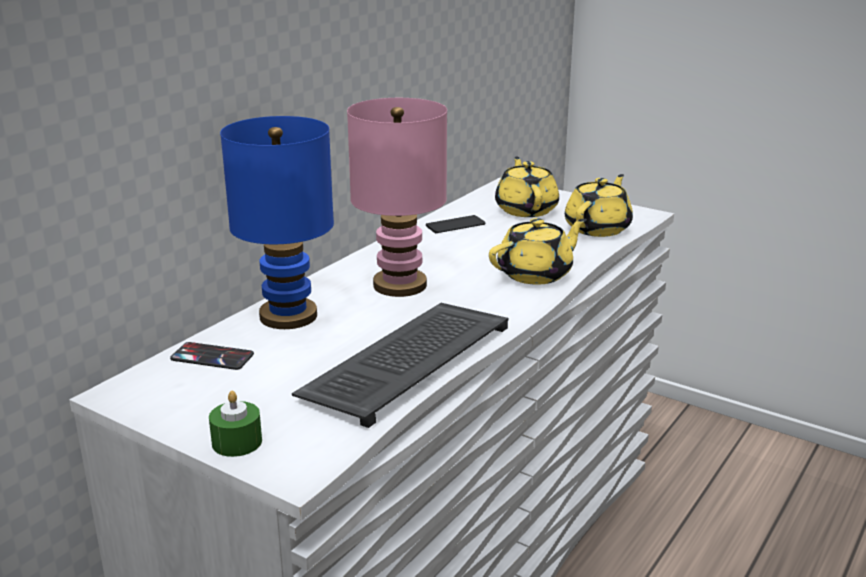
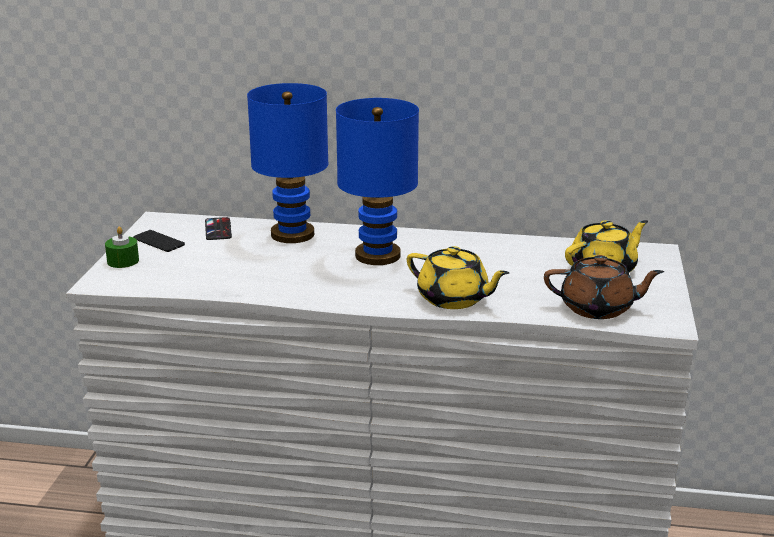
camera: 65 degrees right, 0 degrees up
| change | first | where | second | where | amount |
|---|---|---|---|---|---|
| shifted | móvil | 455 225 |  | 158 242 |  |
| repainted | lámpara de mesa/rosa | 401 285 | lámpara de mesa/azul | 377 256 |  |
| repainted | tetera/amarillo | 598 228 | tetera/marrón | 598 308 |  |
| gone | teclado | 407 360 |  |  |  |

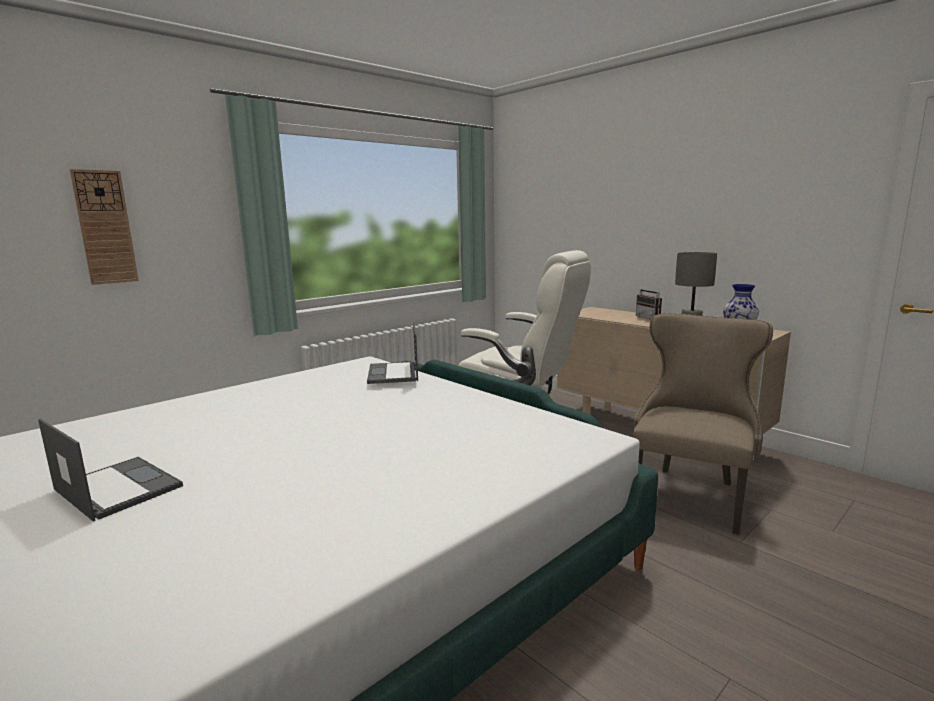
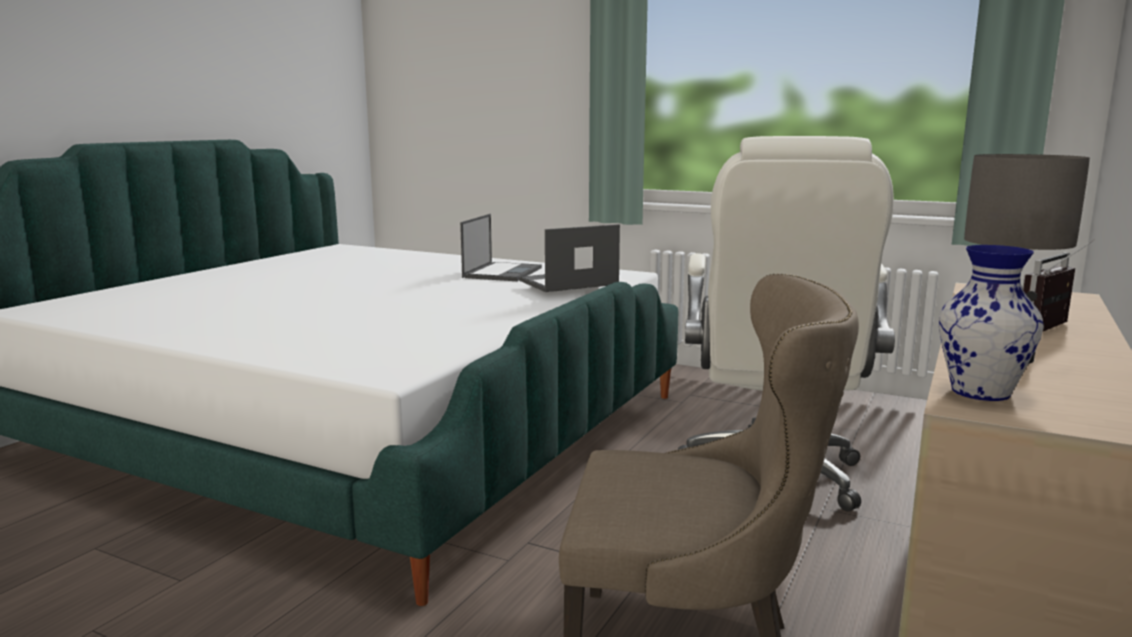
camera: 70 degrees right, 0 degrees up
| change | first | where | second | where | amount |
|---|---|---|---|---|---|
| shifted | portátil | 117 488 |  | 502 272 |  |
| gone | reloj de pared | 105 227 |  |  |  |

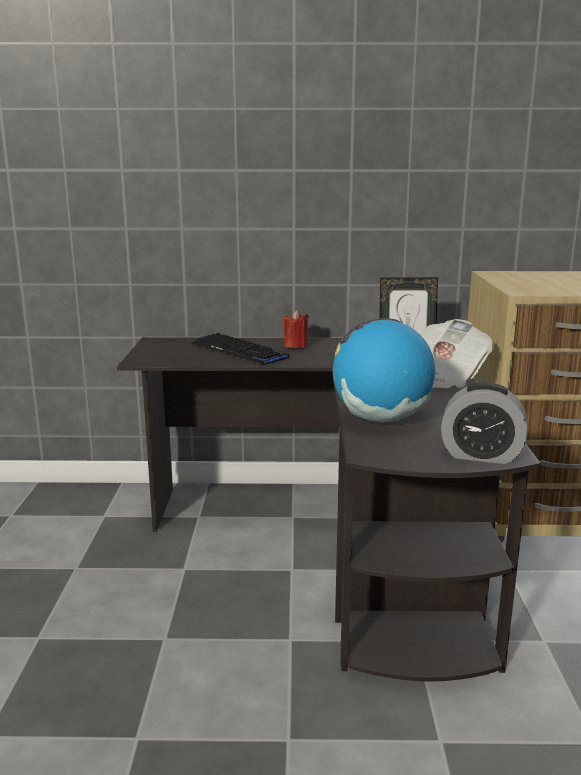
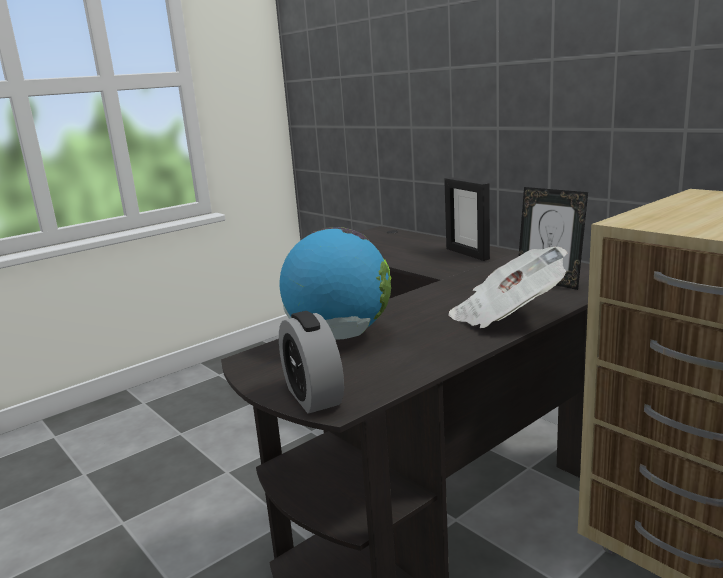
camera: 50 degrees right, 0 degrees up
| change | first | where | second | where | amount |
|---|---|---|---|---|---|
| swapped | vela/rojo | 296 346 | portarretratos | 468 253 |  |
| gone | teclado | 239 351 |  |  |  |

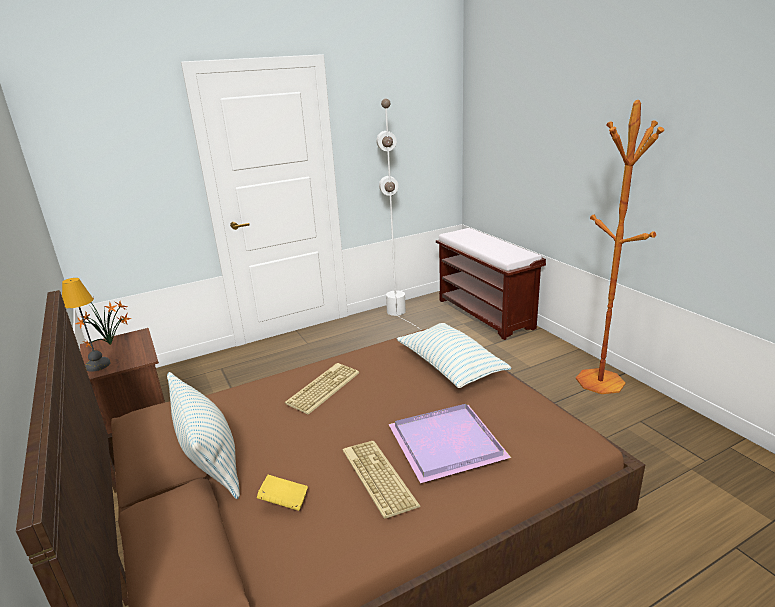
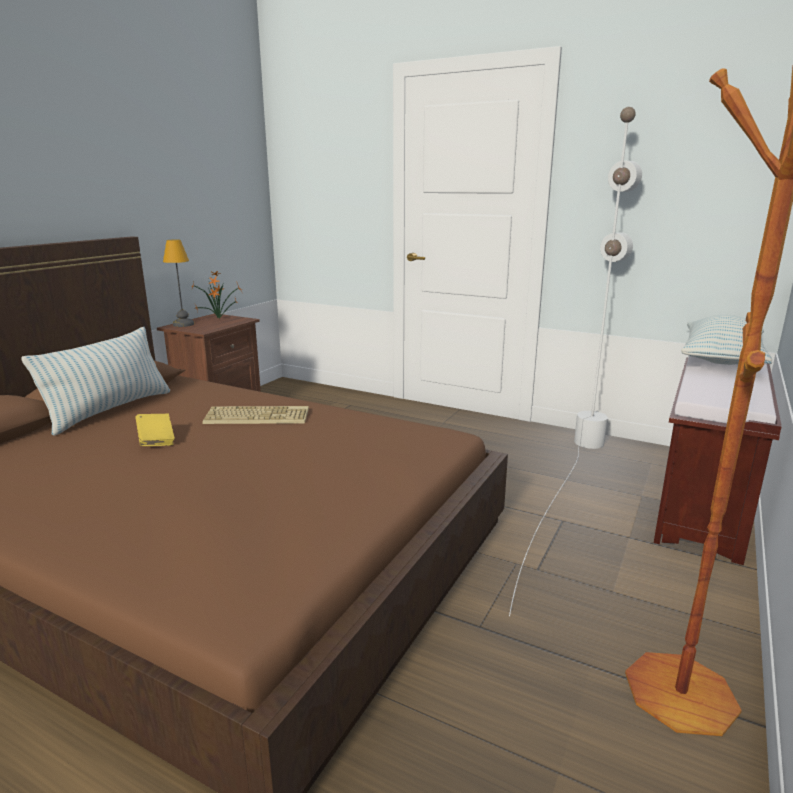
camera: 55 degrees right, 5 degrees down
| change | first | where | second | where | amount |
|---|---|---|---|---|---|
| shifted | libro/amarillo | 284 502 |  | 156 440 |  |
| shifted | cojín | 450 366 |  | 721 359 |  |
| gone | teclado | 376 478 |  |  |  |
| gone | bandeja/morado | 449 444 |  |  |  |

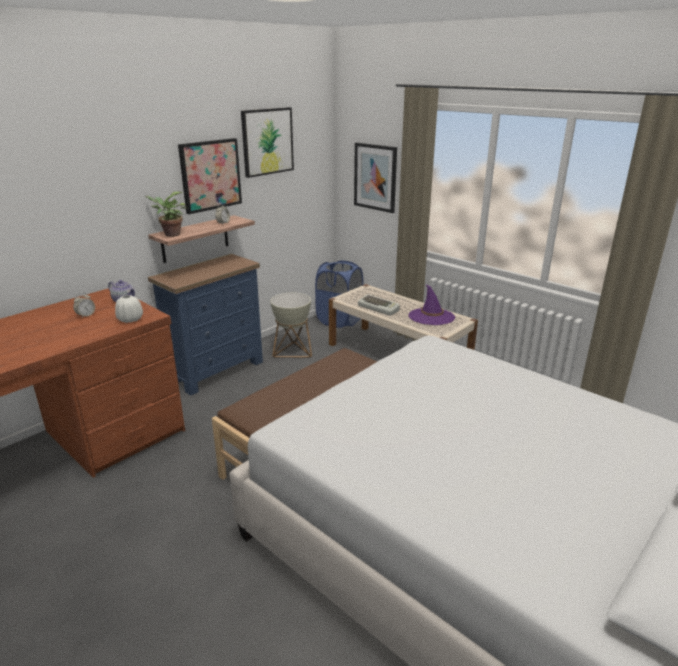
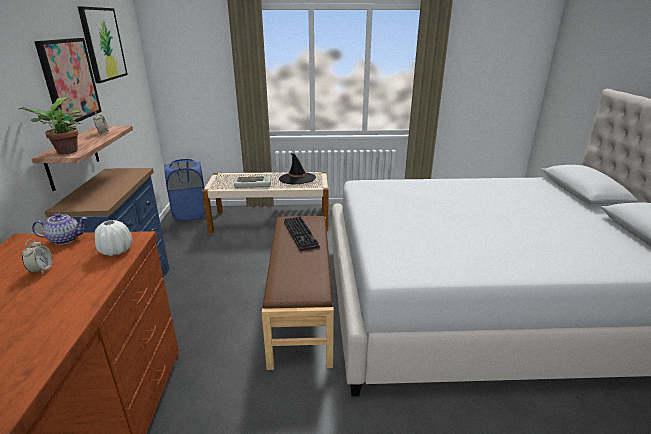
camera: 45 degrees left, 0 degrees up
| change | first | where | second | where | amount |
|---|---|---|---|---|---|
| repainted | sombrero/morado | 431 317 | sombrero/negro | 297 178 |  |
| new |  |  | teclado | 302 234 |  |
| gone | maceta | 293 352 |  |  |  |
| gone | cuadro | 375 177 |  |  |  |

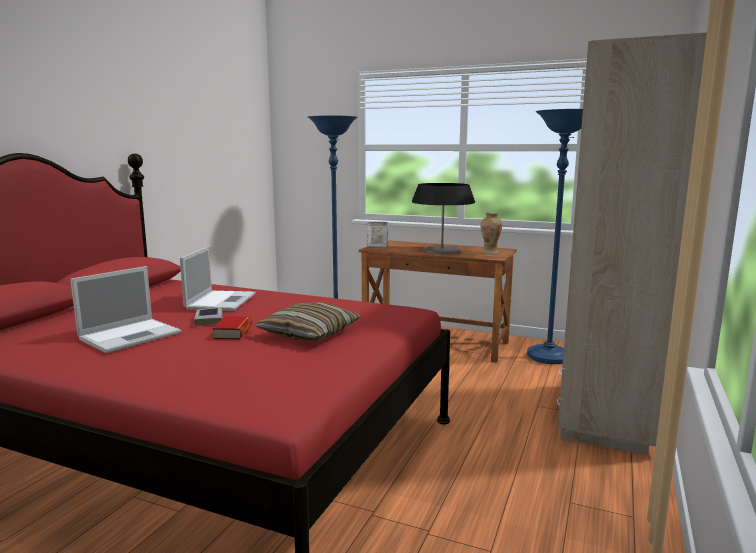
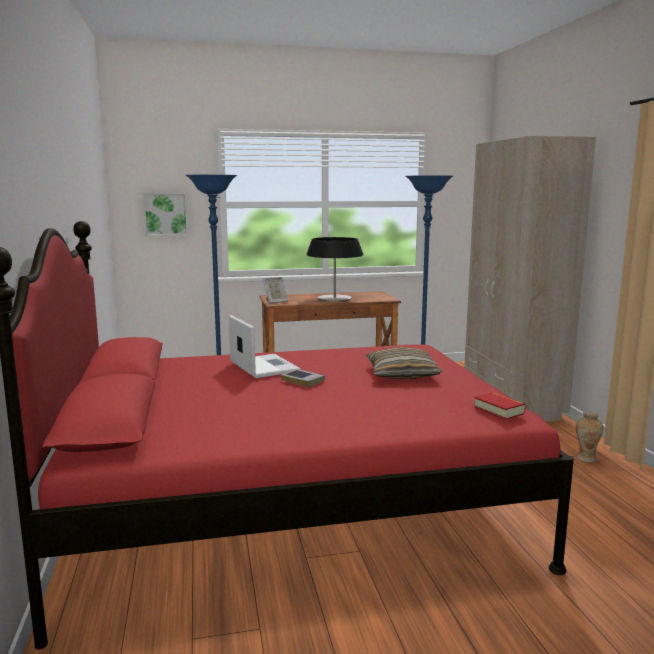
camera: 35 degrees left, 0 degrees up
| change | first | where | second | where | amount |
|---|---|---|---|---|---|
| new |  |  | cuadro | 165 214 |  |
| shifted | libro | 233 332 |  | 498 410 |  |
| shifted | florero | 490 253 |  | 586 458 |  |
| gone | portátil | 132 335 |  |  |  |

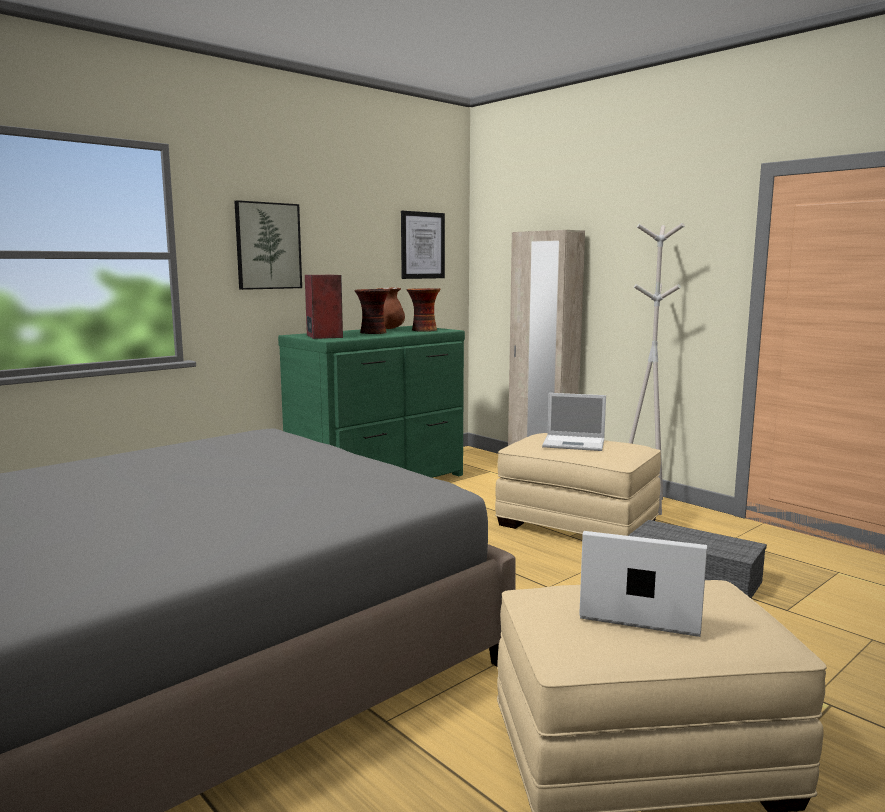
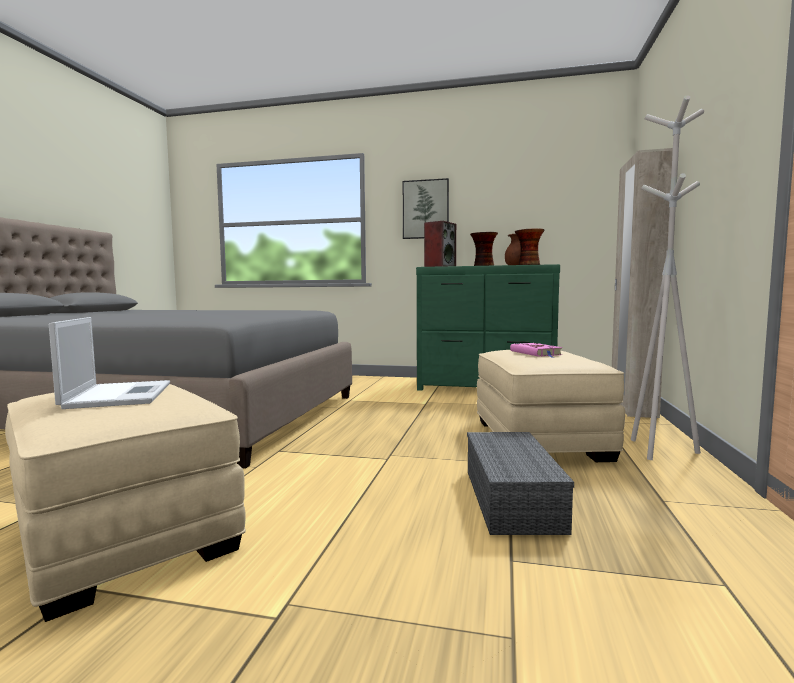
camera: 55 degrees right, 5 degrees down
| change | first | where | second | where | amount |
|---|---|---|---|---|---|
| swapped | portátil | 575 443 | libro/rosa | 536 353 |  |
| gone | cuadro | 422 245 |  |  |  |

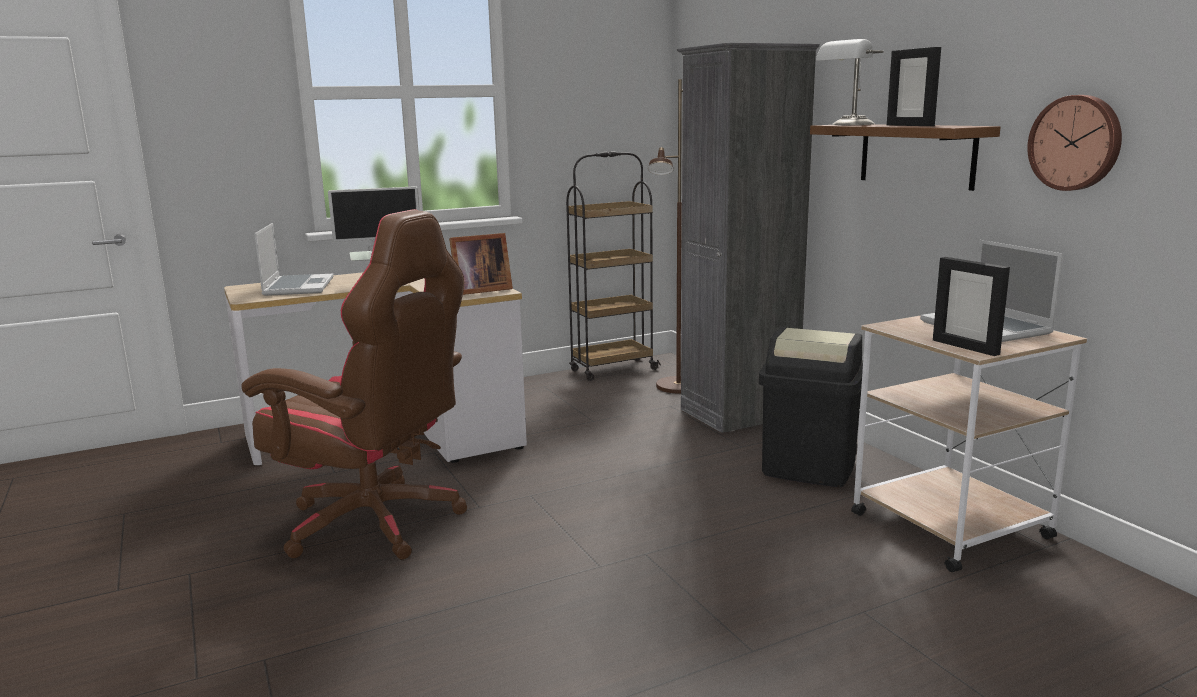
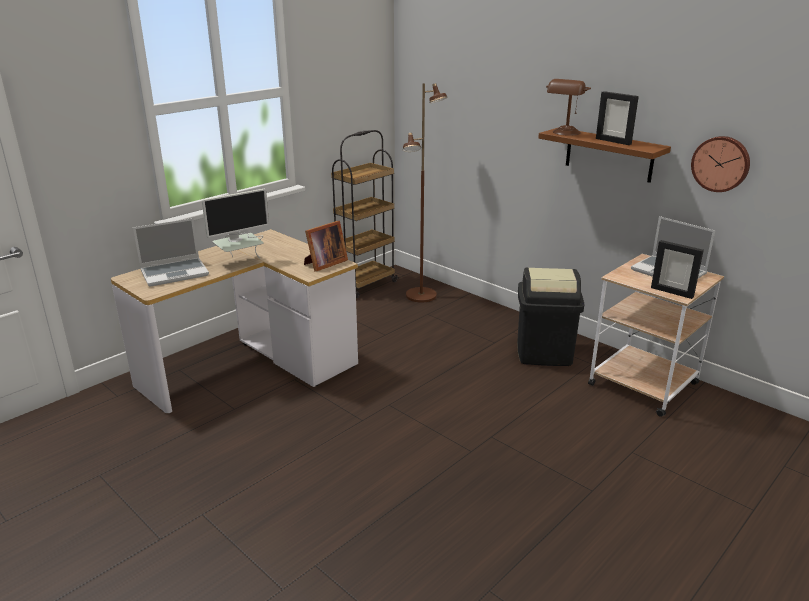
camera: 20 degrees left, 10 degrees up
| change | first | where | second | where | amount |
|---|---|---|---|---|---|
| rotated | portátil | 297 287 |  | 175 273 | 90 degrees clockwise |
| repainted | lámpara de mesa/blanco | 848 124 | lámpara de mesa/marrón | 565 133 |  |
| gone | silla de oficina/marrón | 372 522 |  |  |  |
| gone | armario/gris | 738 413 |  |  |  |

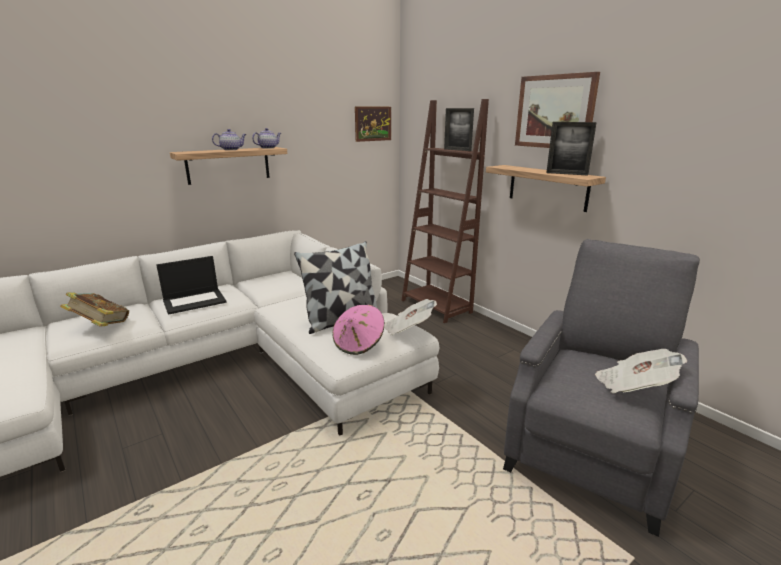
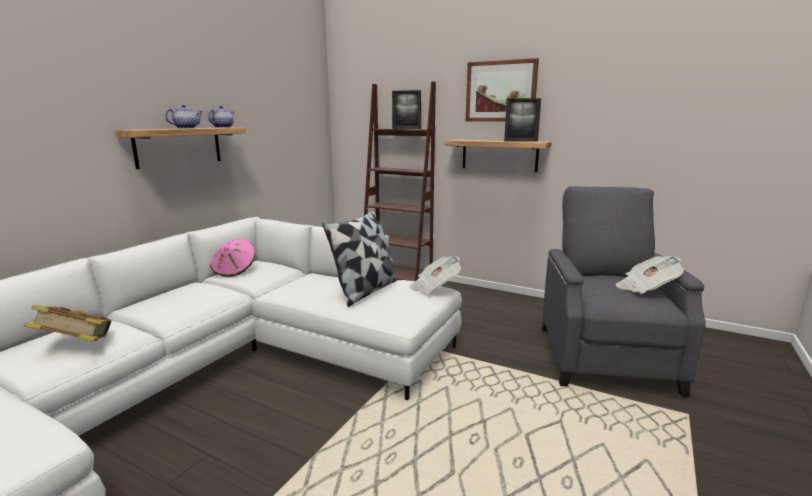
camera: 25 degrees left, 5 degrees down
| change | first | where | second | where | amount |
|---|---|---|---|---|---|
| shifted | sombrero/rosa | 359 344 |  | 234 271 |  |
| gone | portátil | 195 301 |  |  |  |
| gone | cuadro | 373 123 |  |  |  |

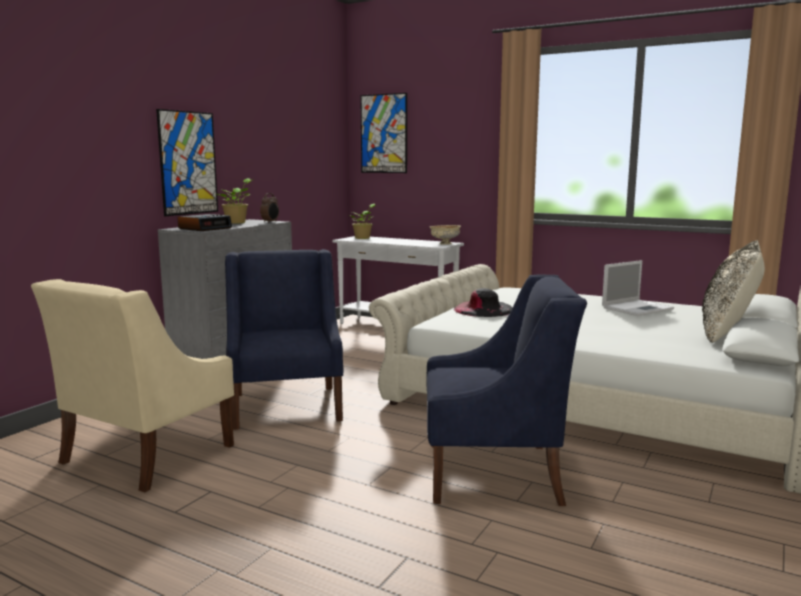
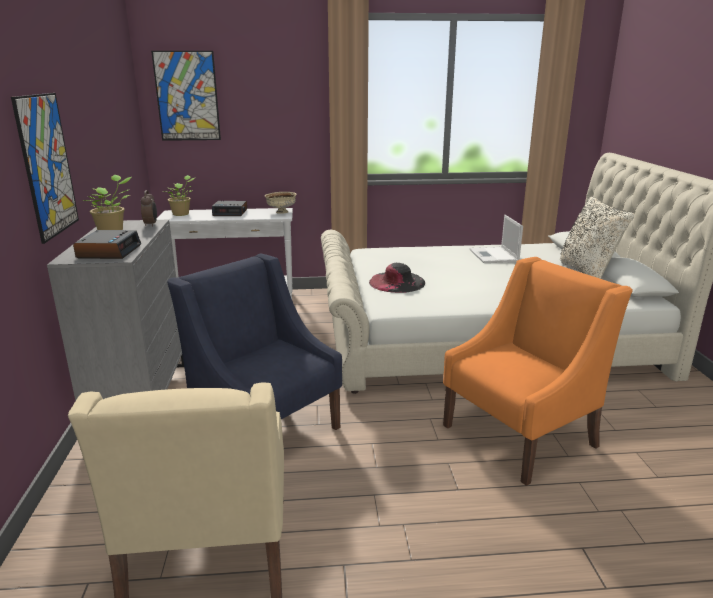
camera: 35 degrees left, 10 degrees up
| change | first | where | second | where | amount |
|---|---|---|---|---|---|
| new |  |  | despertador | 230 213 |  |
| repainted | sillón/azul | 494 472 | sillón/naranja | 520 435 |  |
| rotated | portátil | 638 308 |  | 494 256 | 150 degrees clockwise |

